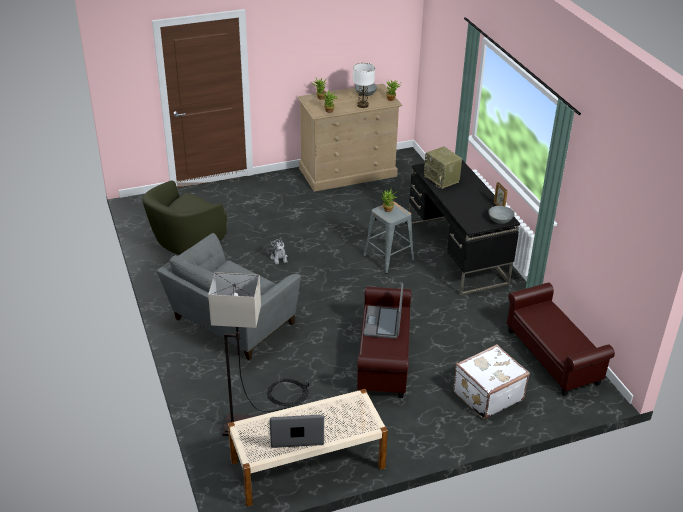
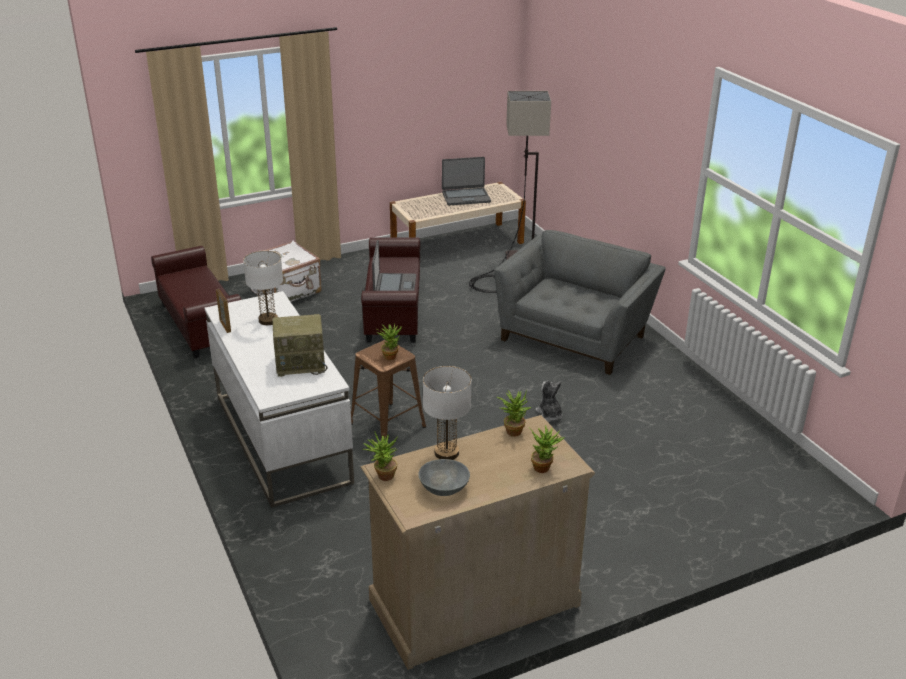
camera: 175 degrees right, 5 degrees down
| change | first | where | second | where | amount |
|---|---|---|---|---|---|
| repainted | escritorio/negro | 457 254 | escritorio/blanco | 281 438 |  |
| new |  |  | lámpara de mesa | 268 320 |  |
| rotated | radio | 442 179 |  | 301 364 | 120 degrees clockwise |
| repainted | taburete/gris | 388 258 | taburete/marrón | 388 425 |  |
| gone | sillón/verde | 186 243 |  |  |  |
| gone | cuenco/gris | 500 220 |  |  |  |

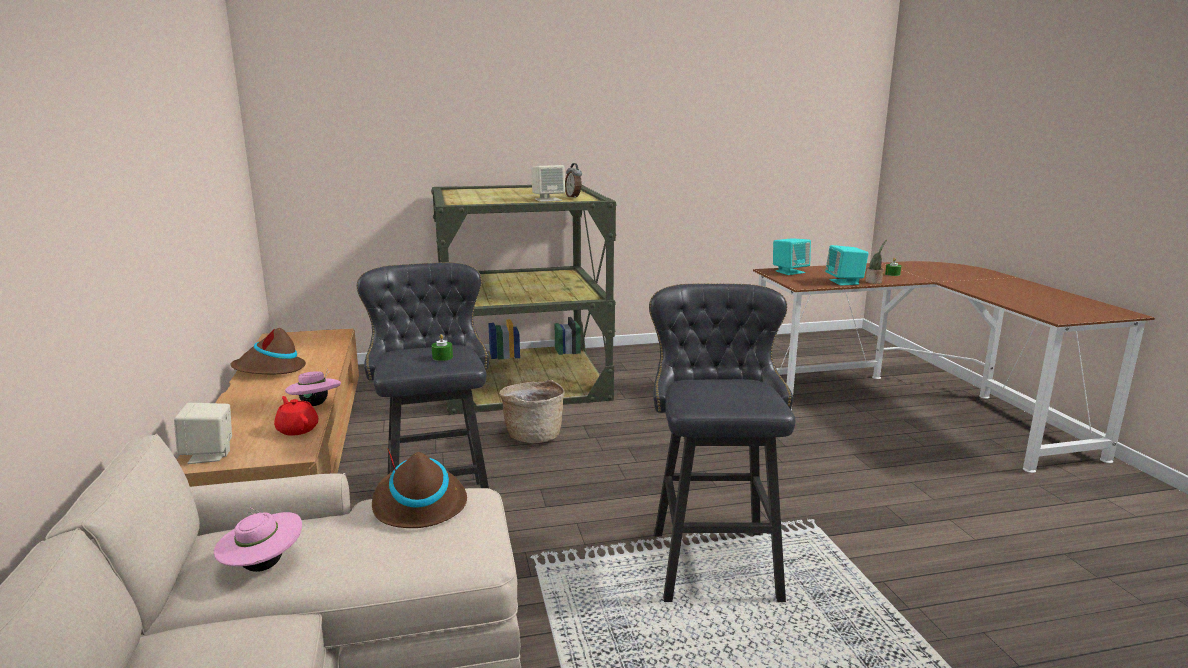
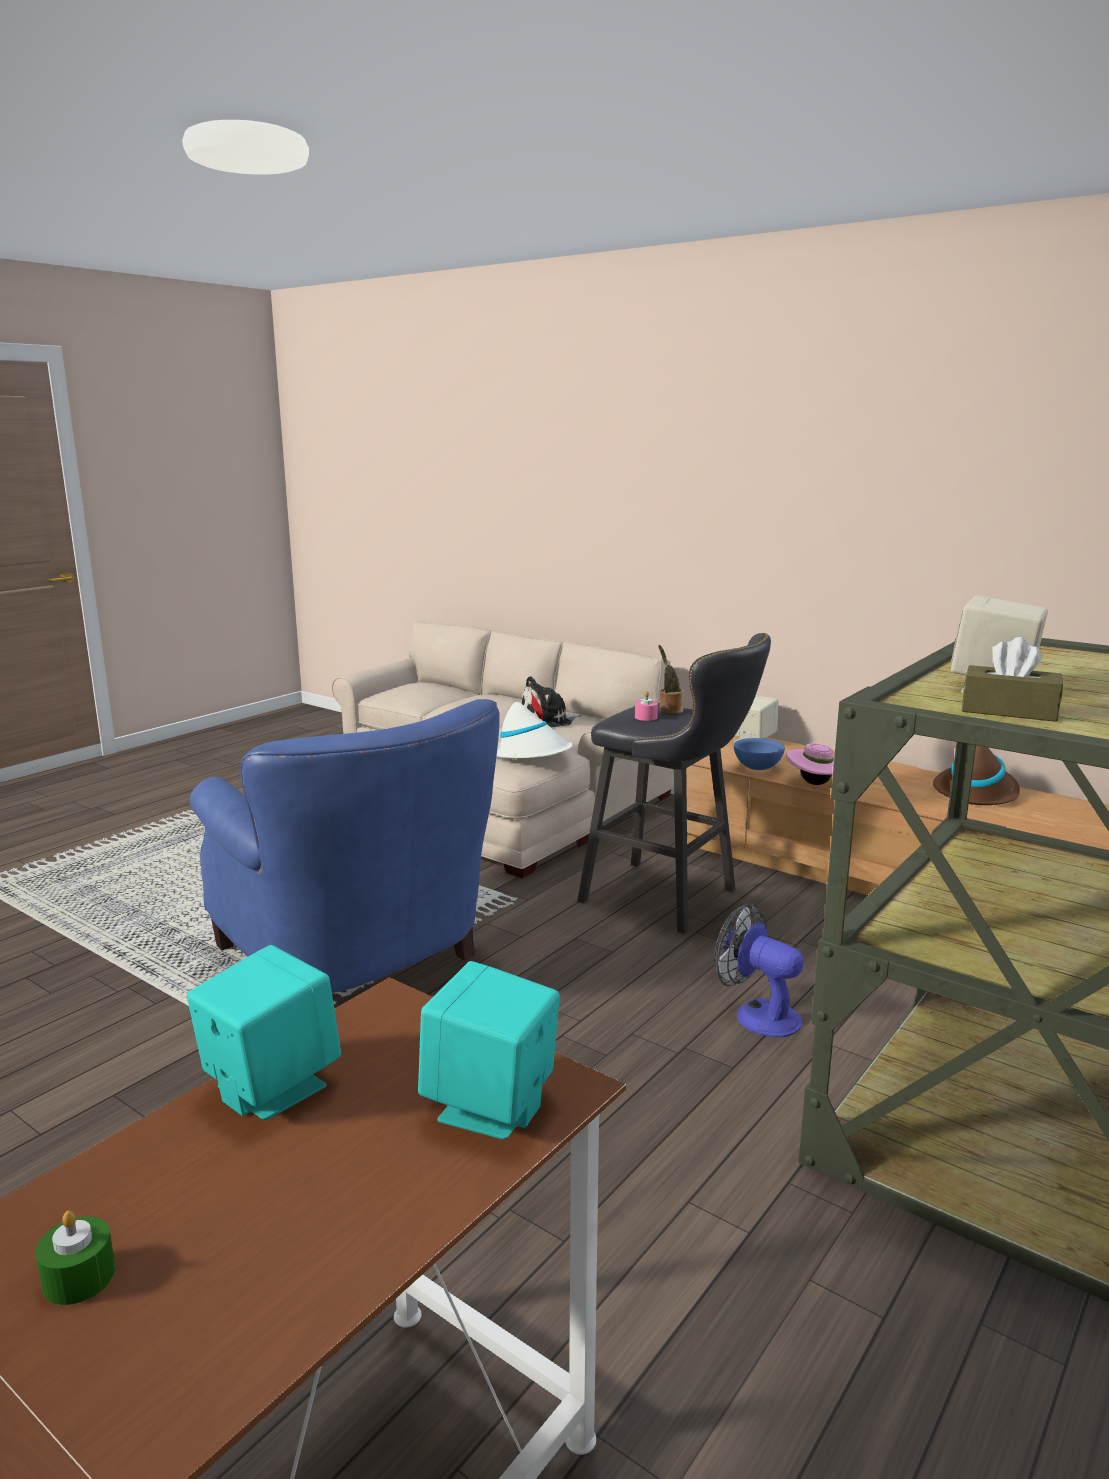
camera: 140 degrees right, 0 degrees up
| change | first | where | second | where | amount |
|---|---|---|---|---|---|
| swapped | taburete/negro | 712 554 | sillón/azul | 354 961 |  |
| repainted | sombrero/marrón | 418 504 | sombrero/blanco | 531 754 |  |
| swapped | sombrero/rosa | 263 566 | peluche | 548 721 |  |
| repainted | vela/verde | 442 357 | vela/rosa | 646 717 |  |
| shifted | planta en maceta | 874 282 |  | 669 710 |  |
| swapped | cesta | 533 435 | ventilador | 757 1014 |  |
| swapped | tetera/rojo | 297 429 | cuenco/azul | 758 768 |  |
| swapped | despertador | 573 197 | caja de pañuelos/marrón | 1009 711 |  |

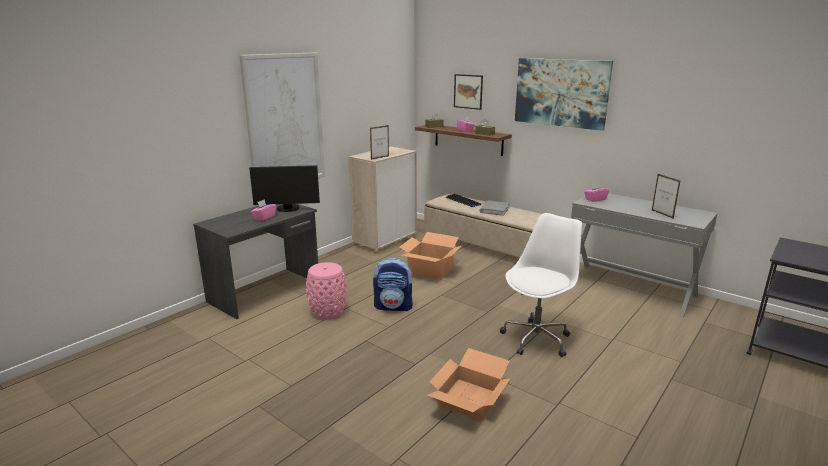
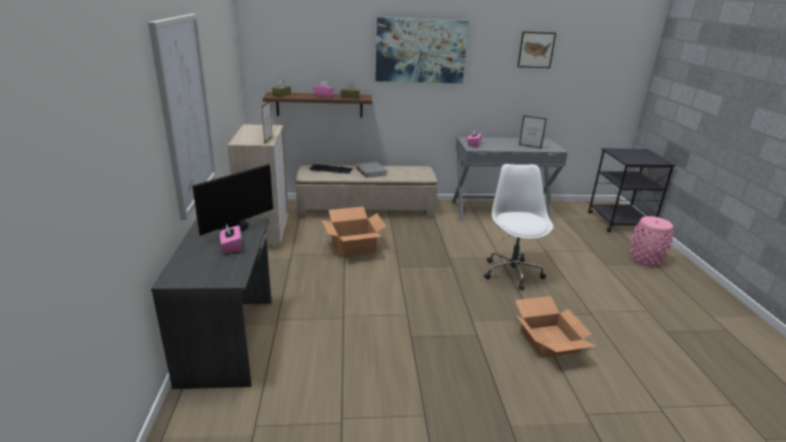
camera: 45 degrees left, 5 degrees up
| change | first | where | second | where | amount |
|---|---|---|---|---|---|
| shifted | cuadro | 468 91 |  | 536 50 |  |
| shifted | taburete/rosa | 328 312 |  | 645 260 |  |
| gone | mochila | 394 306 |  |  |  |

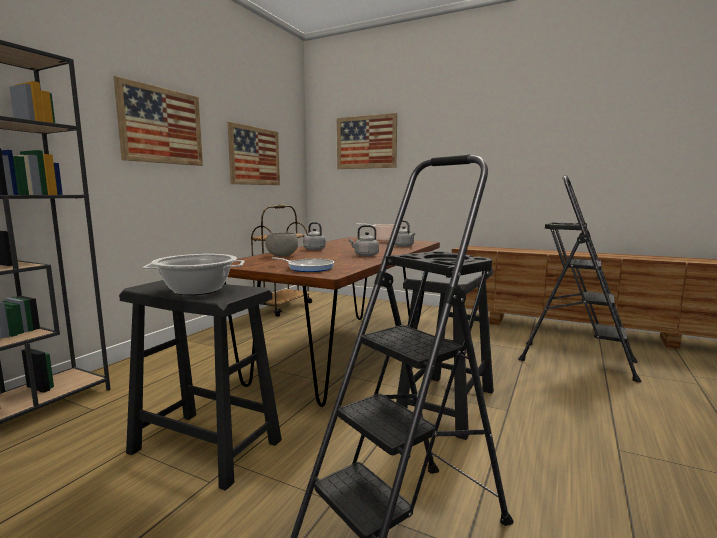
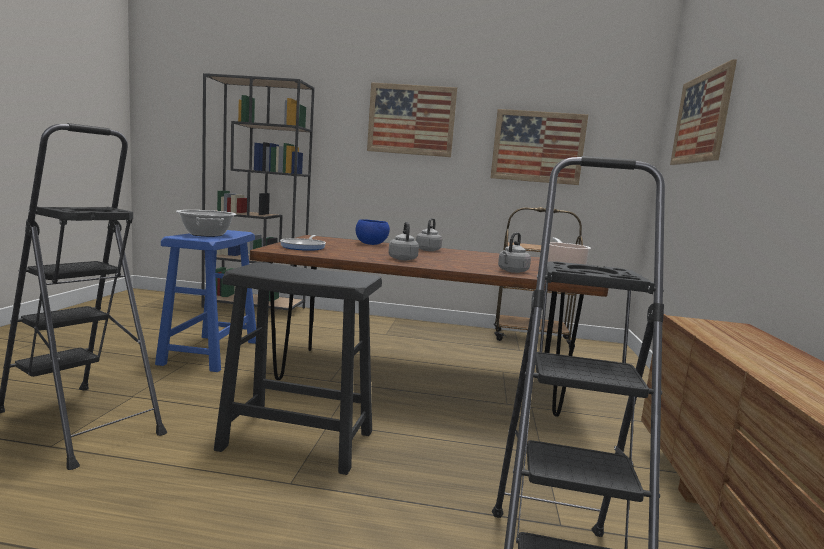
camera: 70 degrees right, 0 degrees up
| change | first | where | second | where | amount |
|---|---|---|---|---|---|
| repainted | taburete/negro | 205 446 | taburete/azul | 211 352 |  |
| repainted | cuenco/gris | 281 256 | cuenco/azul | 371 244 |  |

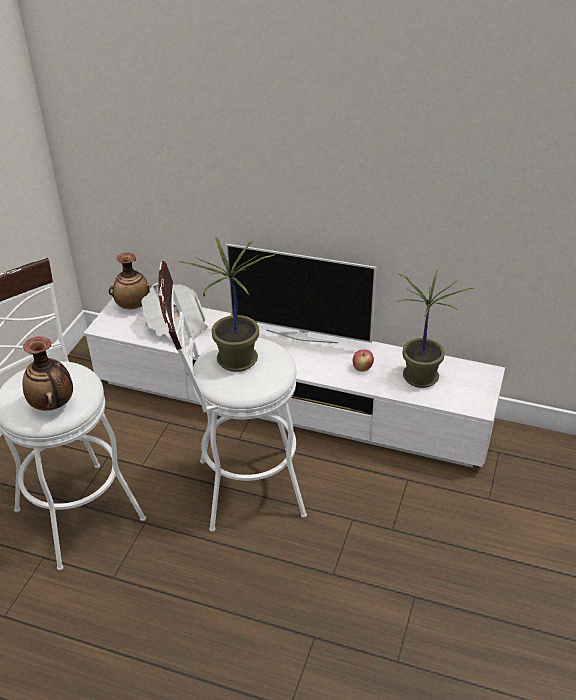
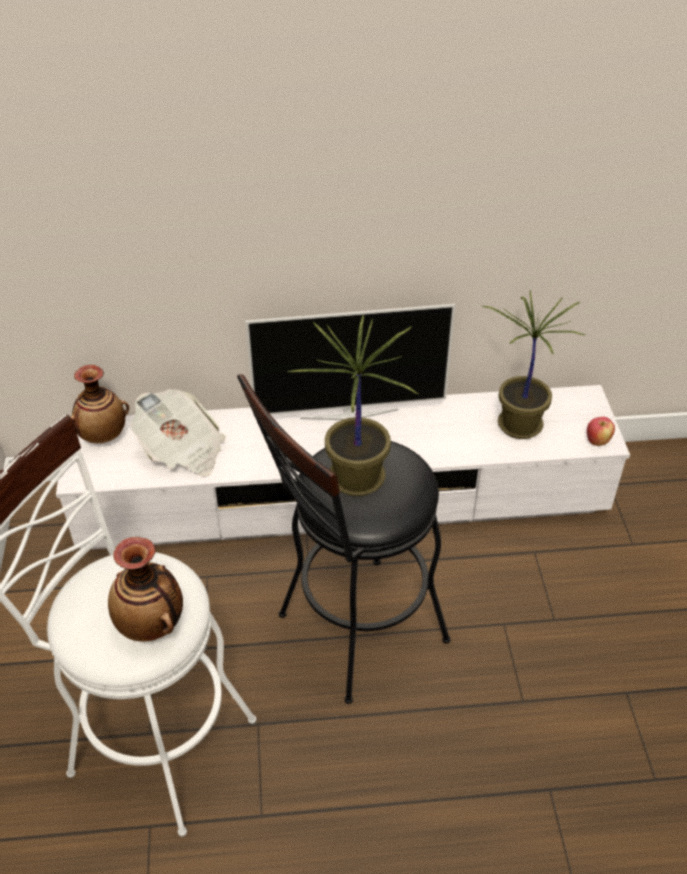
camera: 25 degrees left, 5 degrees up
| change | first | where | second | where | amount |
|---|---|---|---|---|---|
| repainted | taburete/blanco | 240 489 | taburete/negro | 351 634 |  |
| shifted | manzana | 362 368 |  | 597 441 |  |

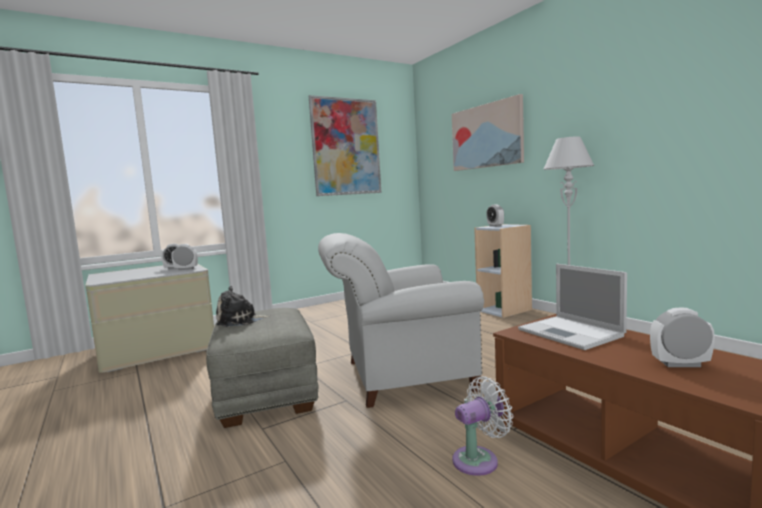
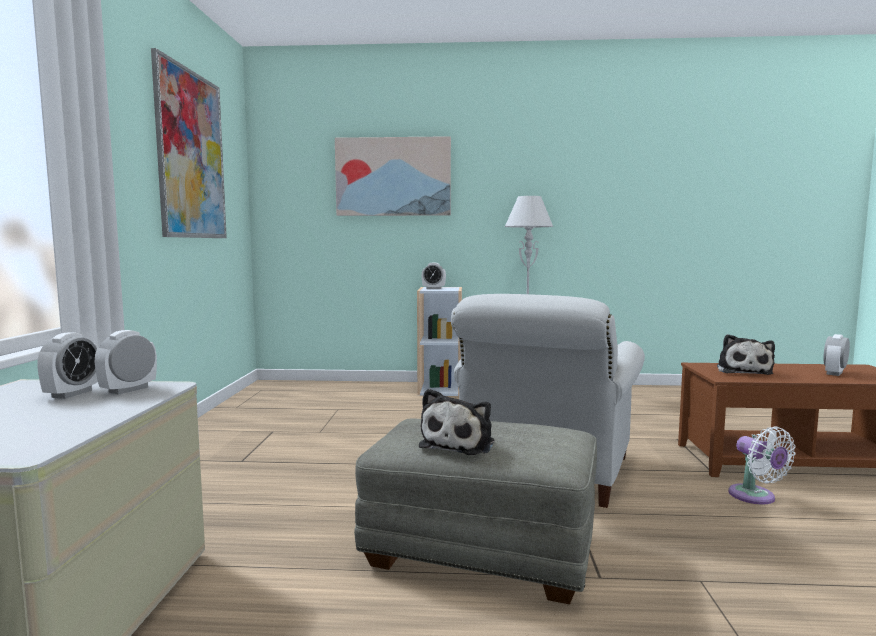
camera: 55 degrees left, 0 degrees up
| change | first | where | second | where | amount |
|---|---|---|---|---|---|
| swapped | portátil | 572 333 | peluche | 743 371 |  |
| rotated | ventilador/blanco | 479 459 |  | 755 497 | 150 degrees clockwise |

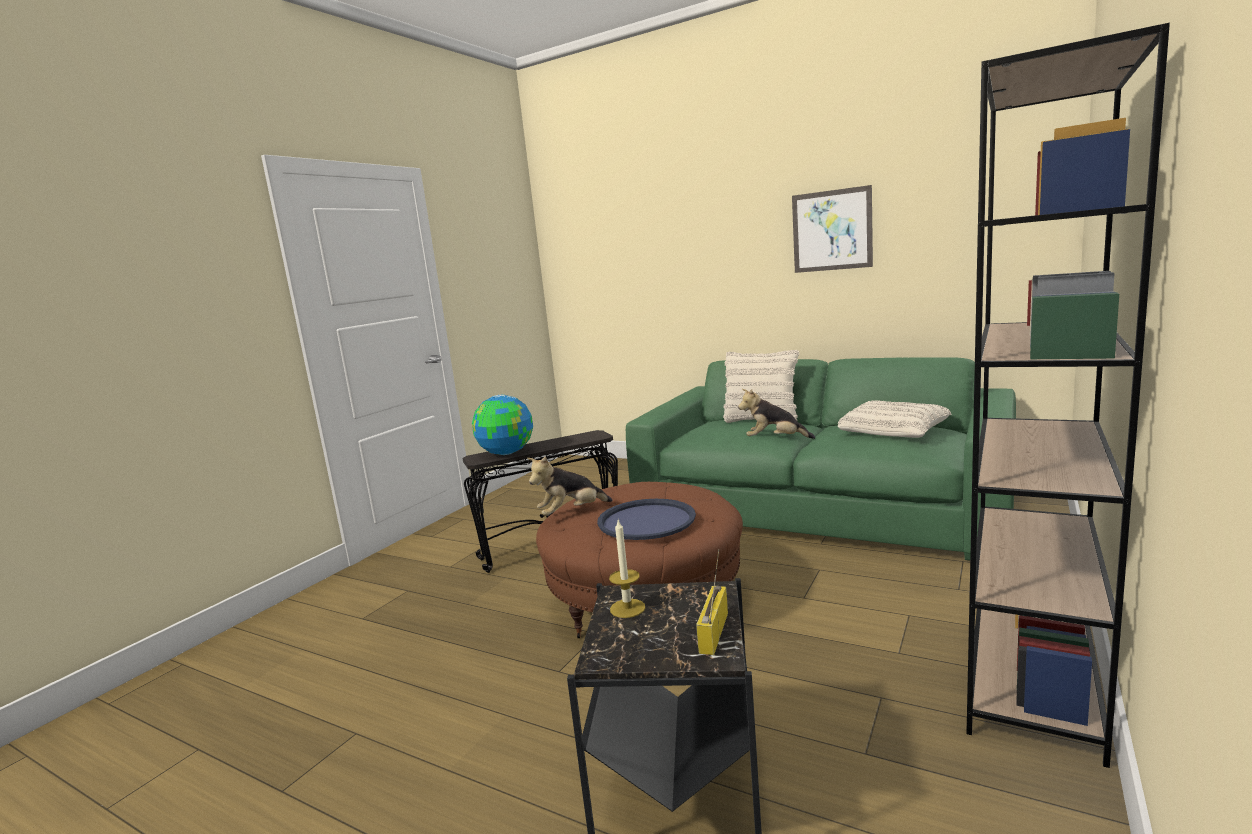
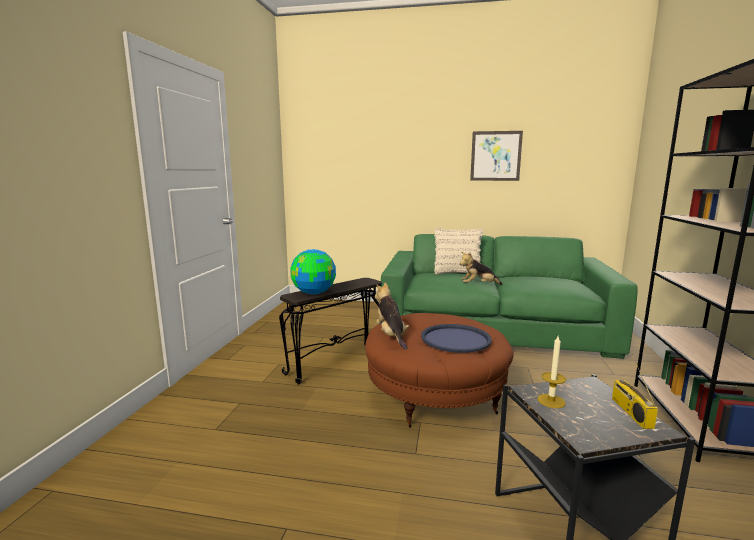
camera: 20 degrees left, 0 degrees up
| change | first | where | second | where | amount |
|---|---|---|---|---|---|
| rotated | peluche | 571 513 |  | 391 336 | 120 degrees clockwise |
| gone | cojín/beis | 894 431 |  |  |  |

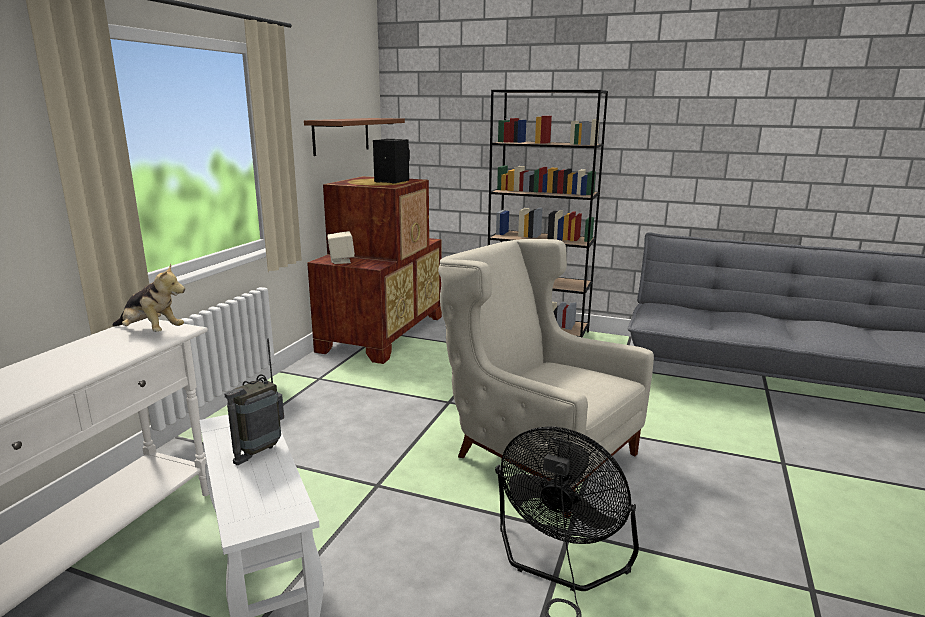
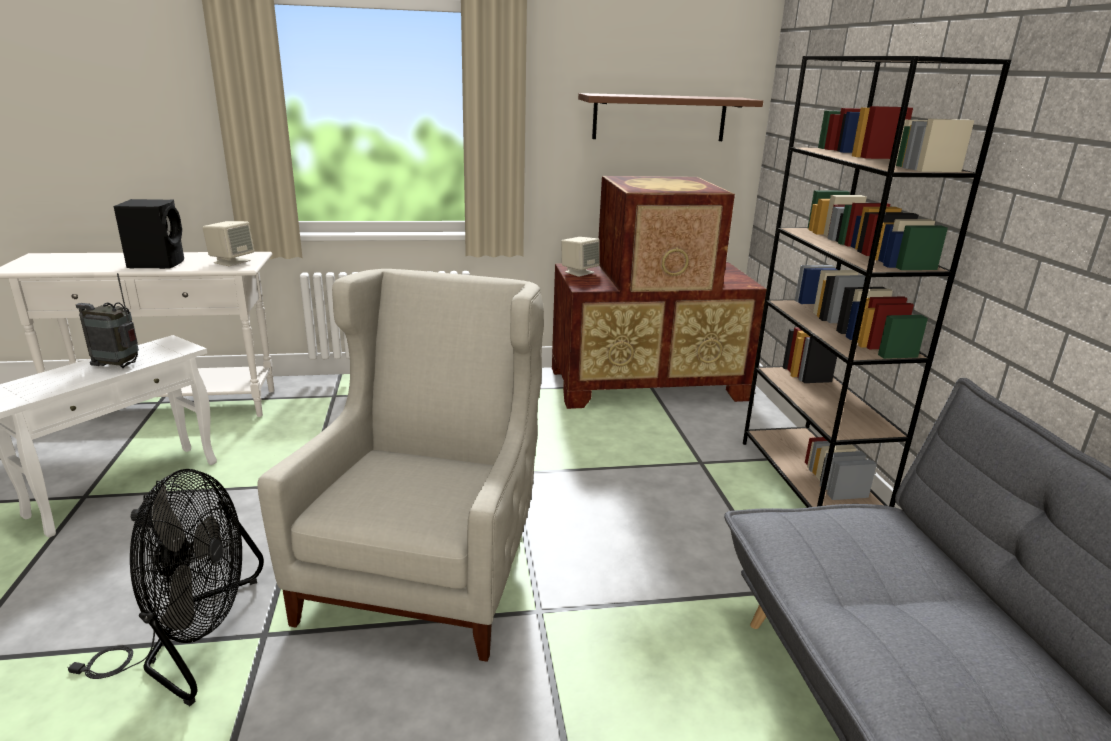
camera: 60 degrees right, 5 degrees up
| change | first | where | second | where | amount |
|---|---|---|---|---|---|
| shifted | altavoz/negro | 391 181 |  | 158 263 |  |
| swapped | peluche | 151 332 | altavoz/beis | 232 261 |  |

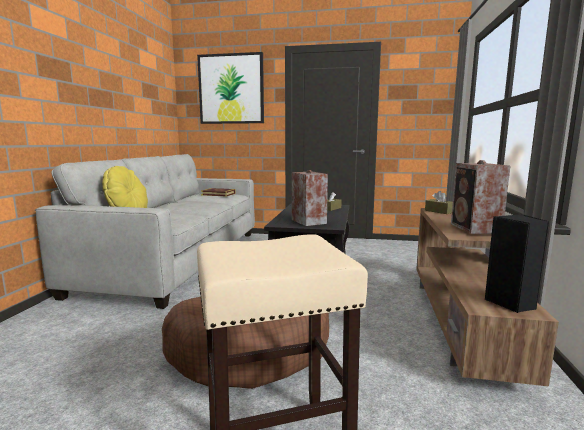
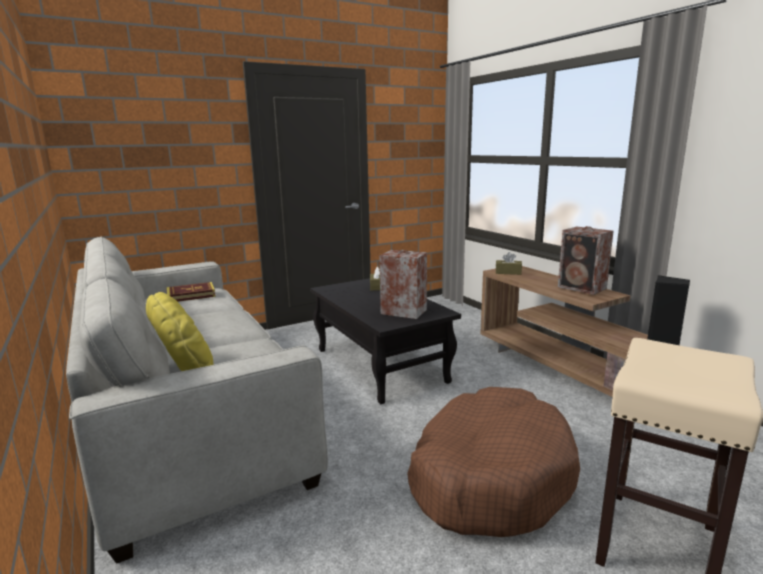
camera: 40 degrees left, 5 degrees up
| change | first | where | second | where | amount |
|---|---|---|---|---|---|
| gone | cuadro | 231 89 |  |  |  |

